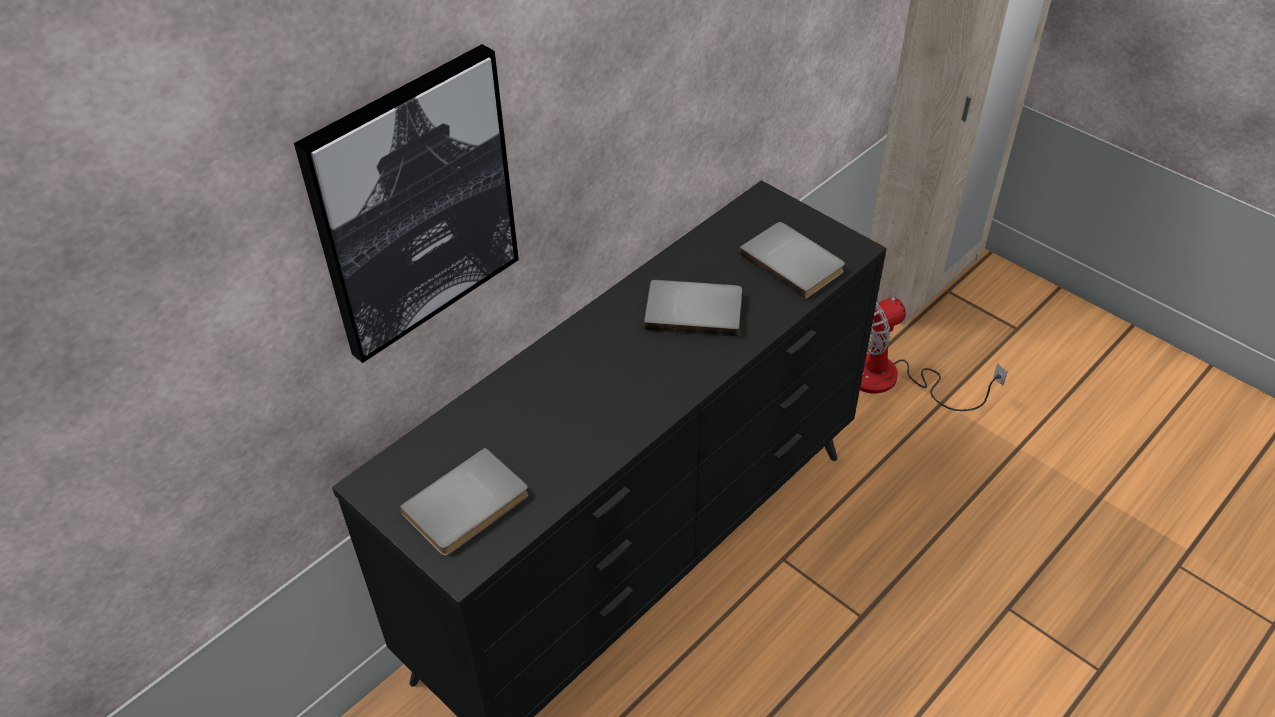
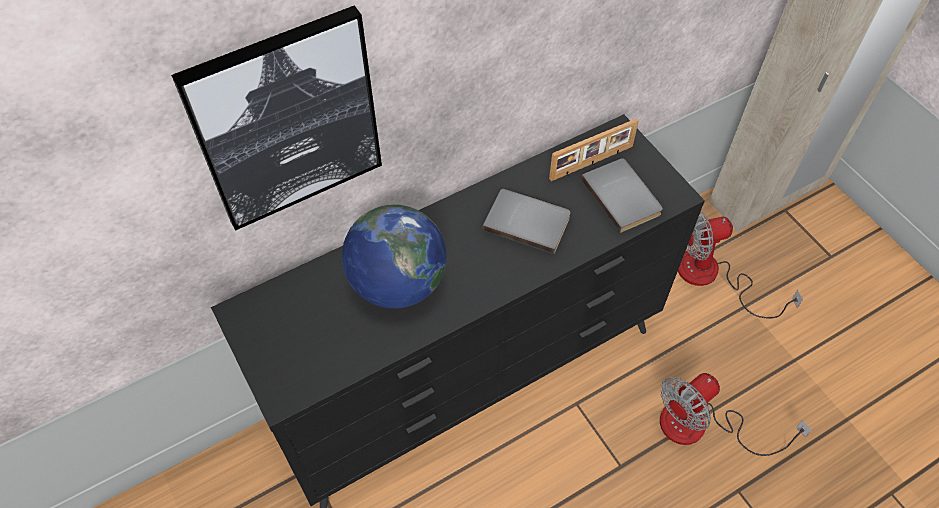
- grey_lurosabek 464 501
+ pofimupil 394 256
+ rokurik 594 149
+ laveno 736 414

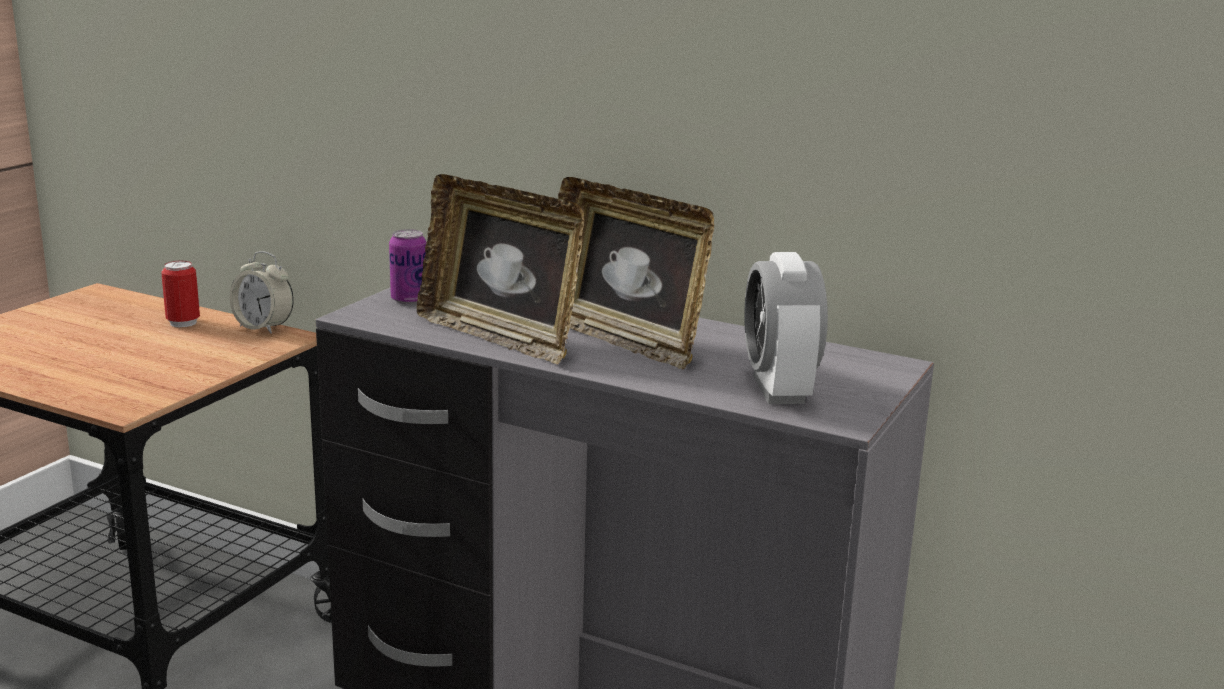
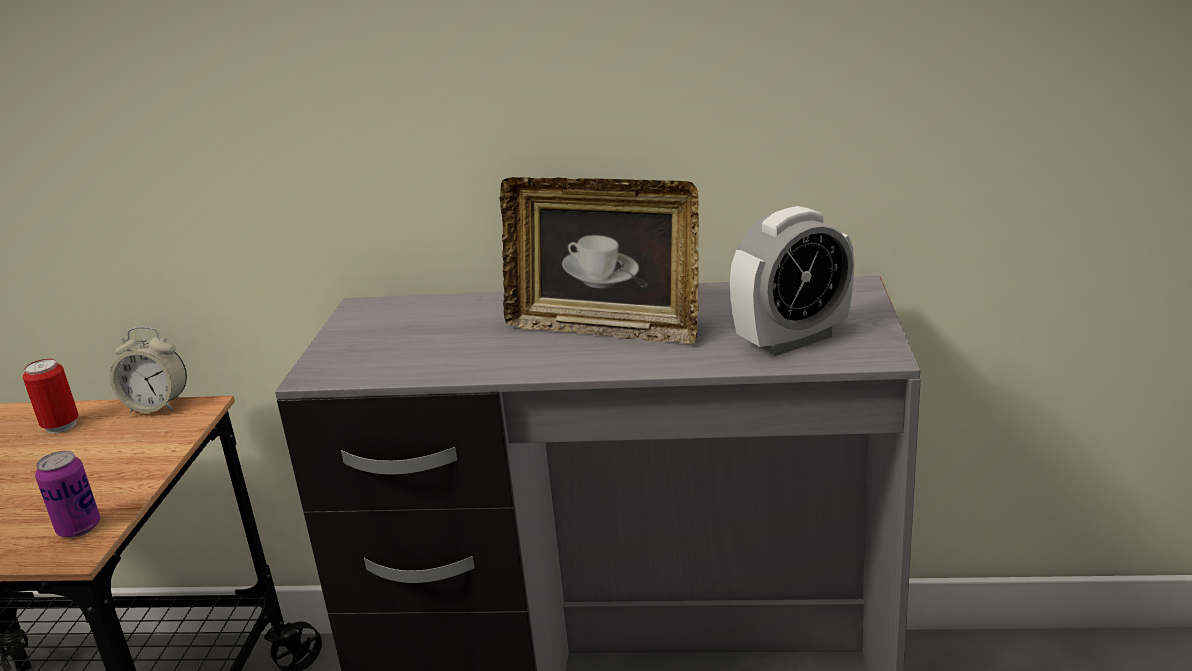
- rokurik 501 269
~ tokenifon 407 266 to 67 494
~ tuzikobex 786 328 = 792 281 90 degrees counterclockwise

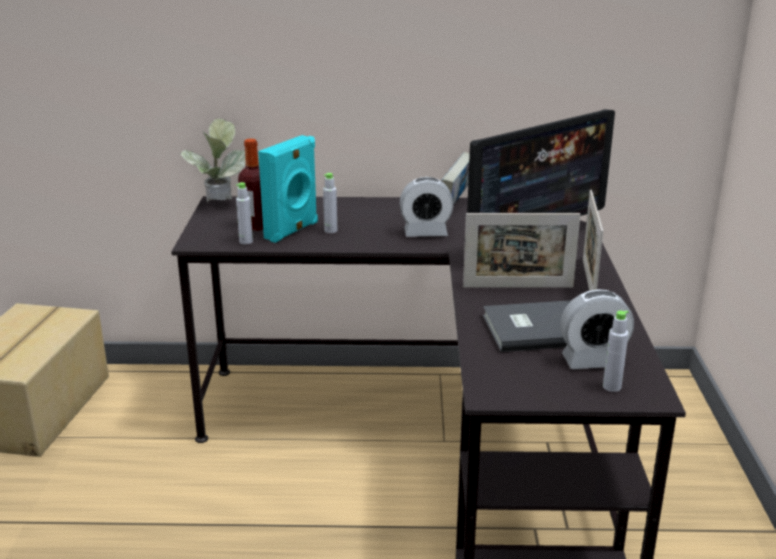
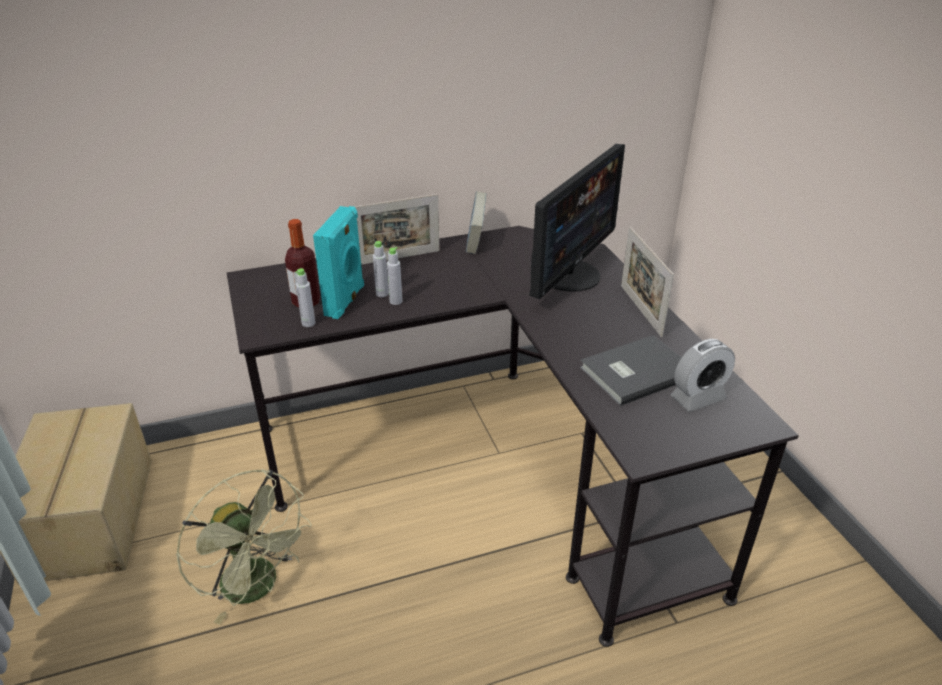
- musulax 212 160
- tuzikobex 426 207
+ green_laveno 244 547
~ rokurik 522 250 to 397 229
~ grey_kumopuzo 616 351 to 394 276

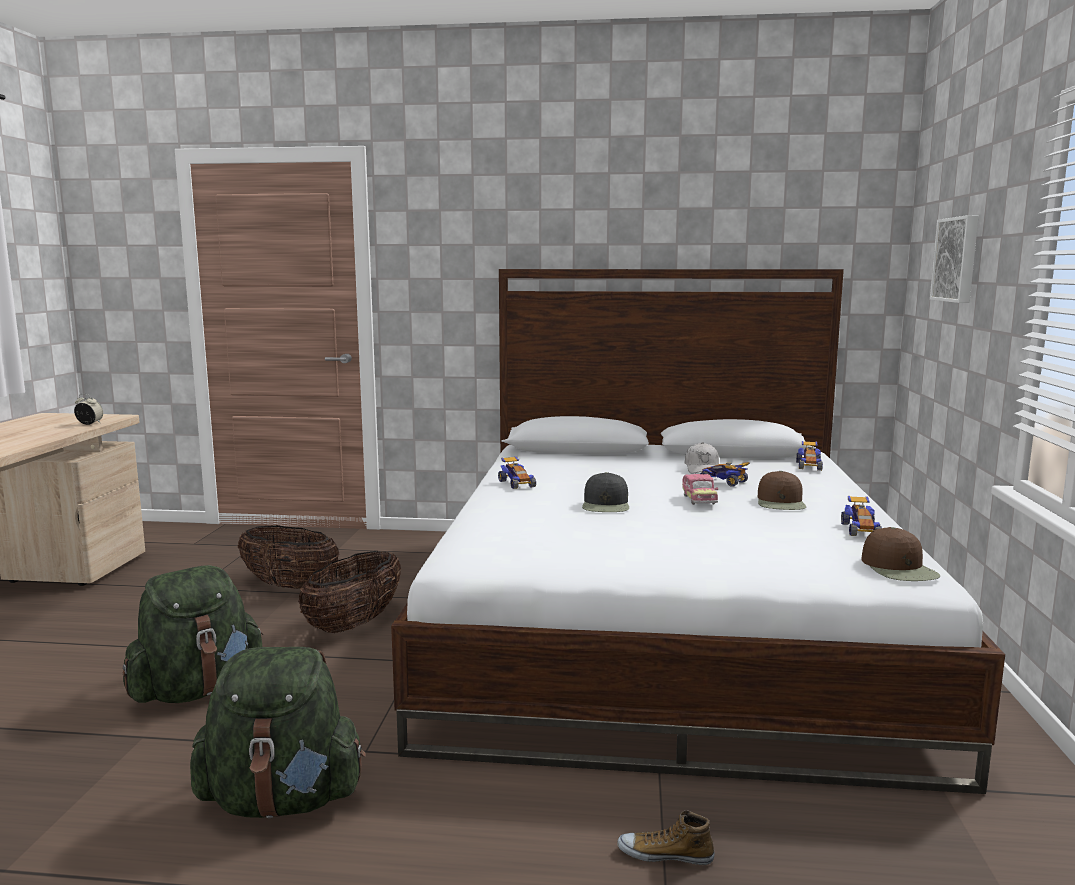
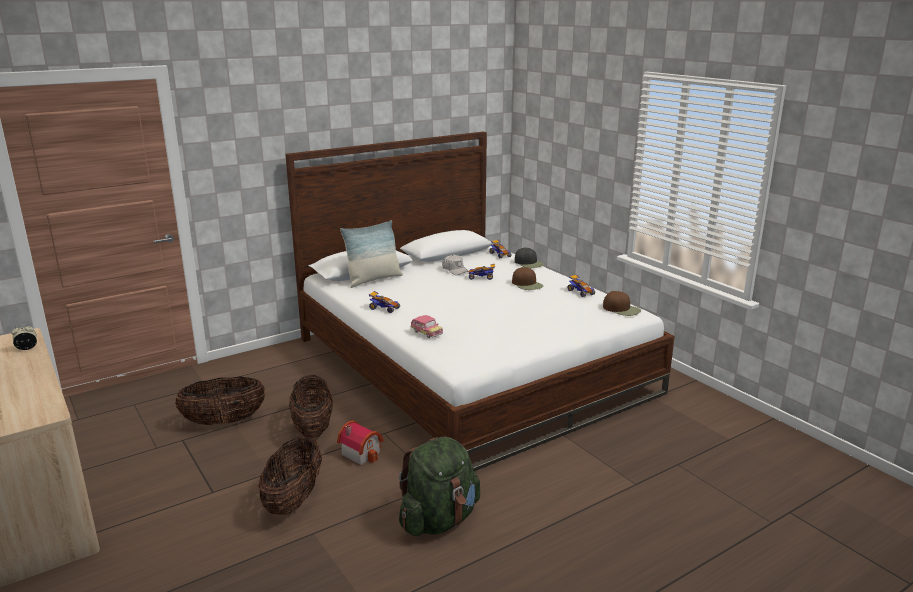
- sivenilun 666 838
- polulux 954 259
+ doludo 360 442
+ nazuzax 371 254
~ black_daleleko 605 492 to 529 258
~ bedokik 700 489 to 426 326
~ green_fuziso 193 634 to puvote 290 475

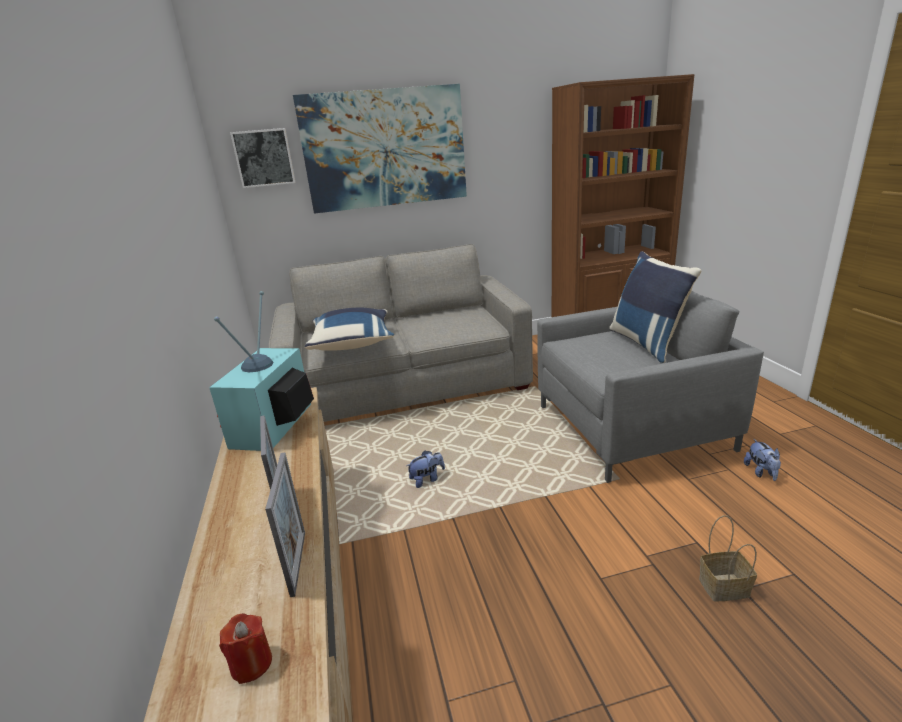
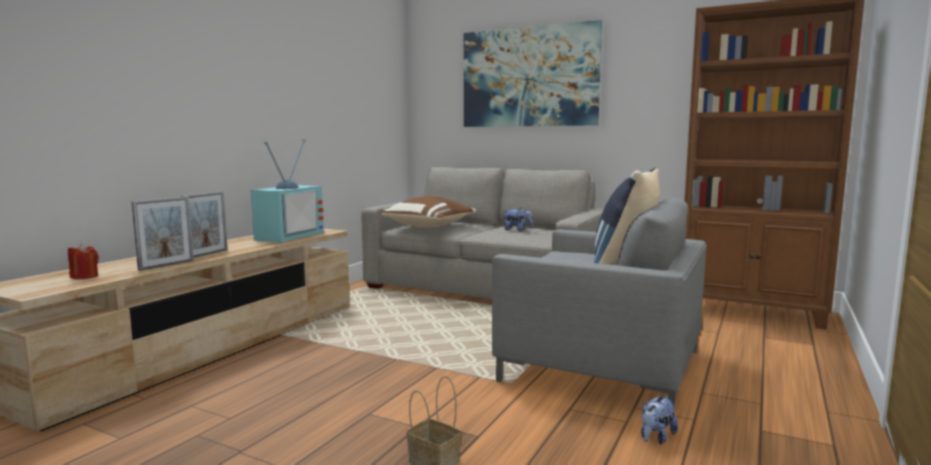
- polulux 263 158
~ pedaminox 426 469 to 518 220
~ blue_nazuzax 349 329 to brown_nazuzax 428 212
~ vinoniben 261 371 = 287 191 150 degrees clockwise

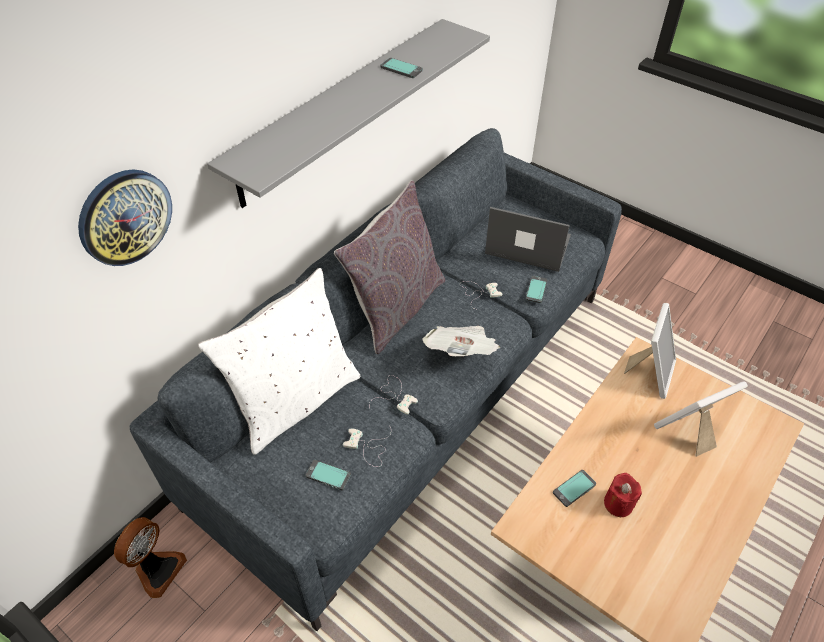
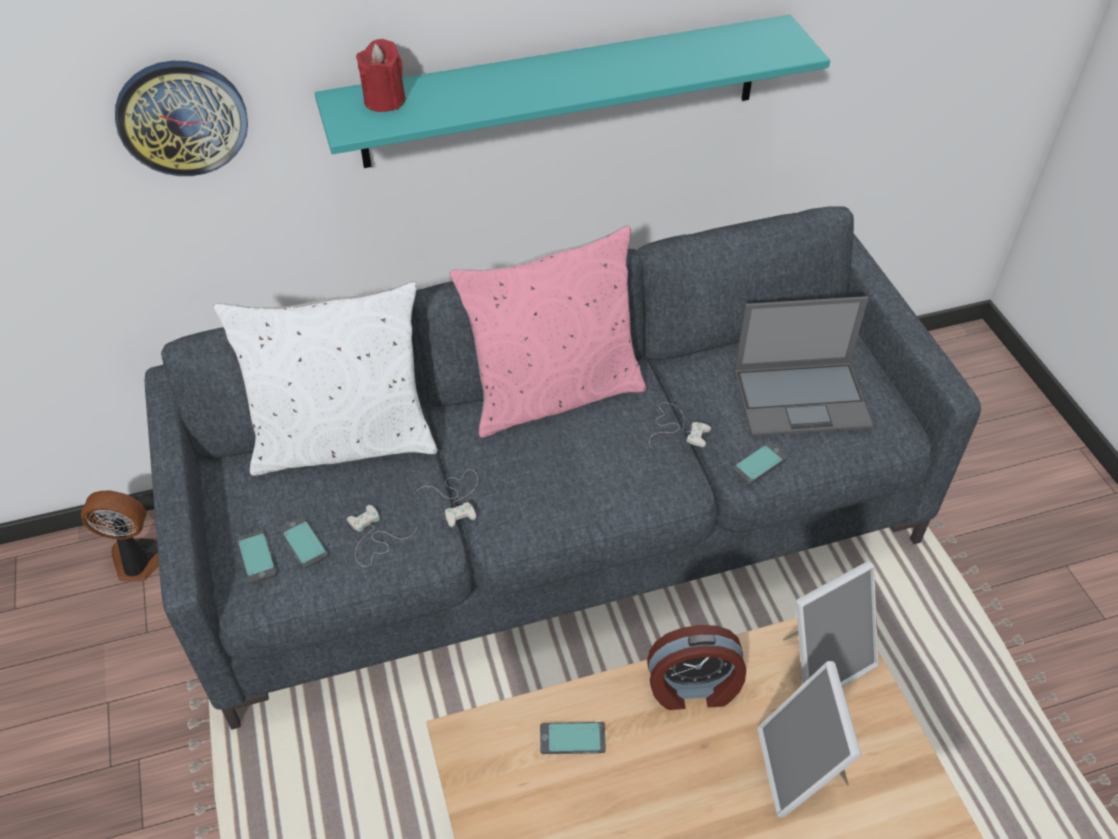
- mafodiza 461 341
+ tuzikobex 696 667
~ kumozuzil 401 68 to 257 557
~ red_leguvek 623 495 to 381 75
~ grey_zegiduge 348 113 to turquoise_zegiduge 572 91
~ grey_nazuzax 389 267 to pink_nazuzax 547 331
~ laveno 150 557 = 120 536 150 degrees counterclockwise
~ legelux 528 239 = 803 366 120 degrees clockwise
~ rokurik 701 419 = 809 739 105 degrees counterclockwise

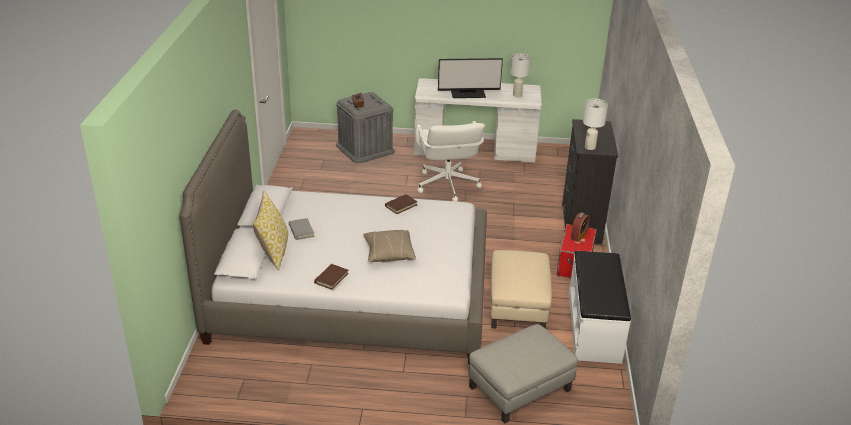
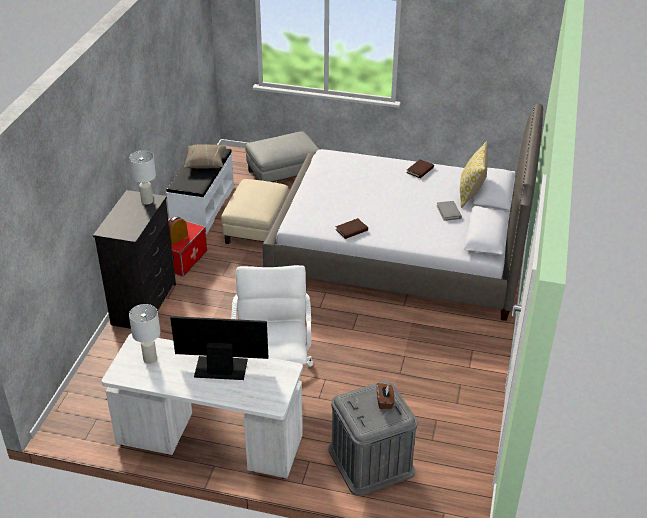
~ beige_nazuzax 389 246 to 205 156

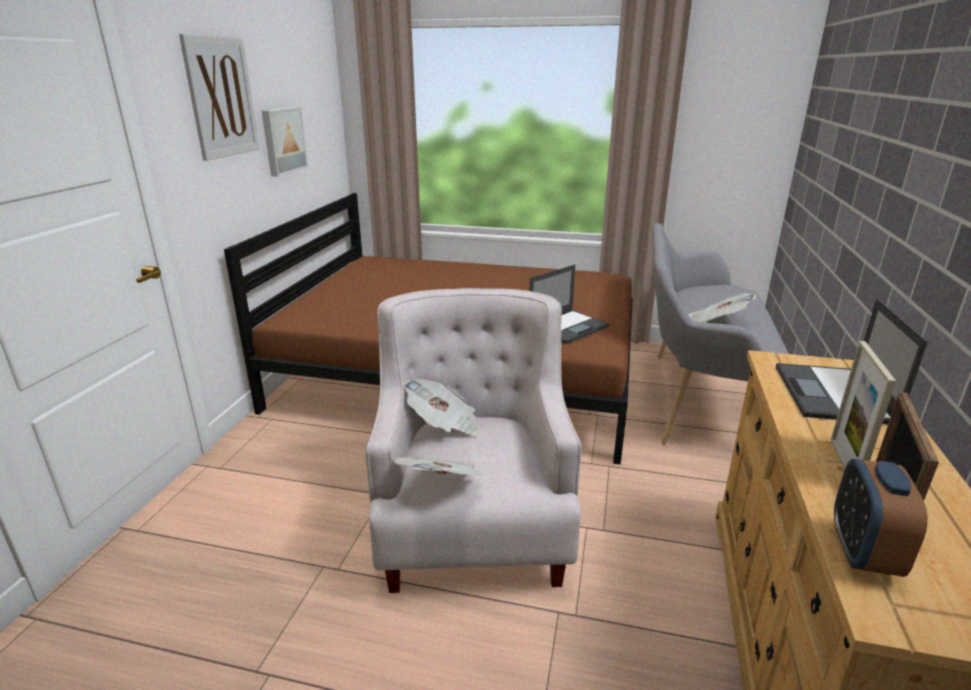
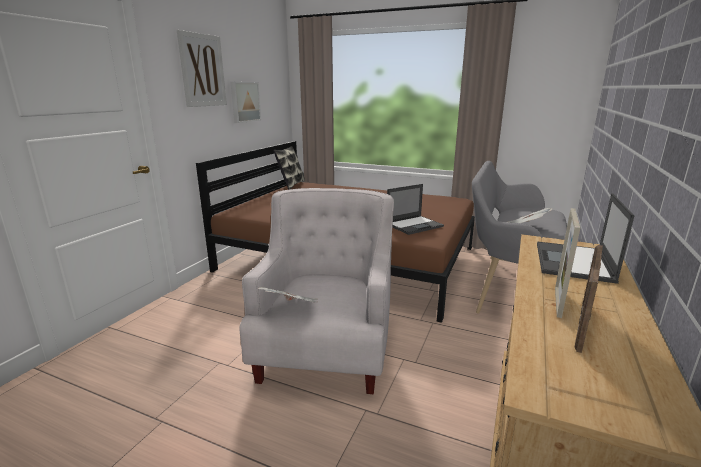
- mafodiza 440 407
- tuzikobex 881 518
+ nazuzax 289 167

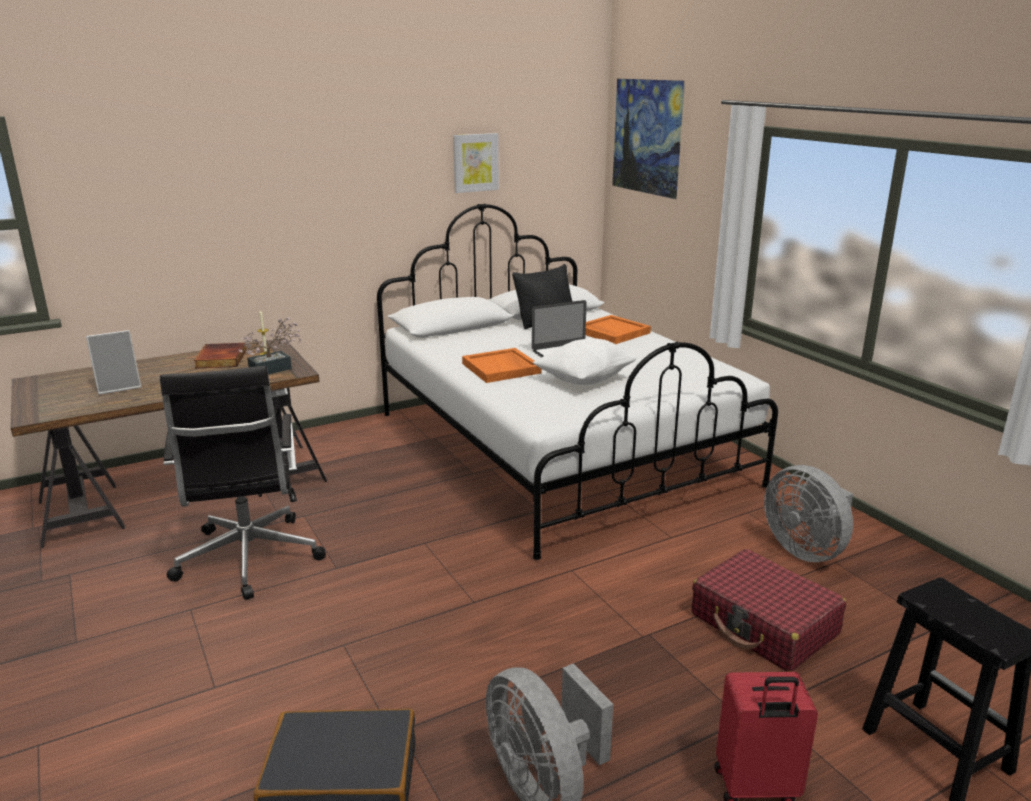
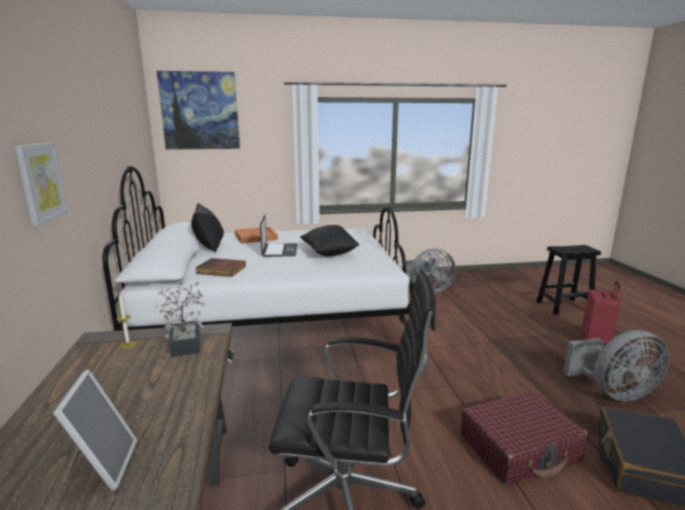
- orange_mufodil 502 365
~ lurosabek 220 356 to 220 267
~ polulux 476 163 to 41 184
~ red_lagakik 768 610 to 524 438
~ white_nazuzax 585 361 to black_nazuzax 330 240

